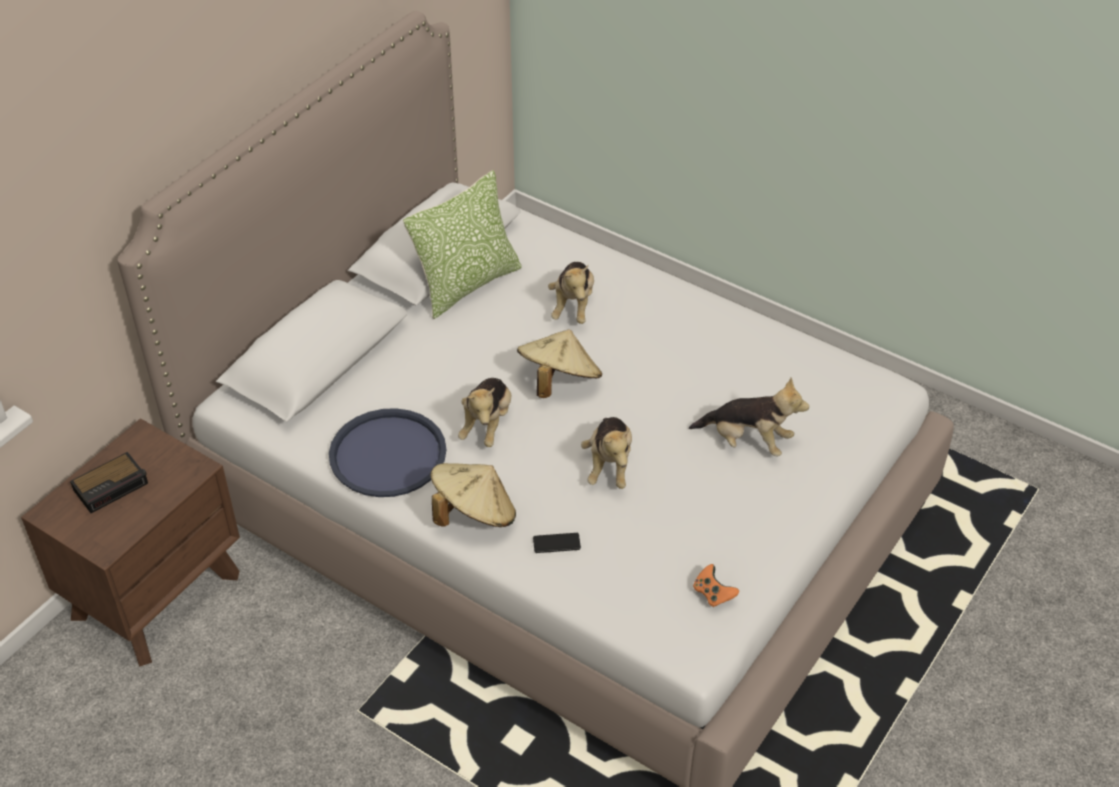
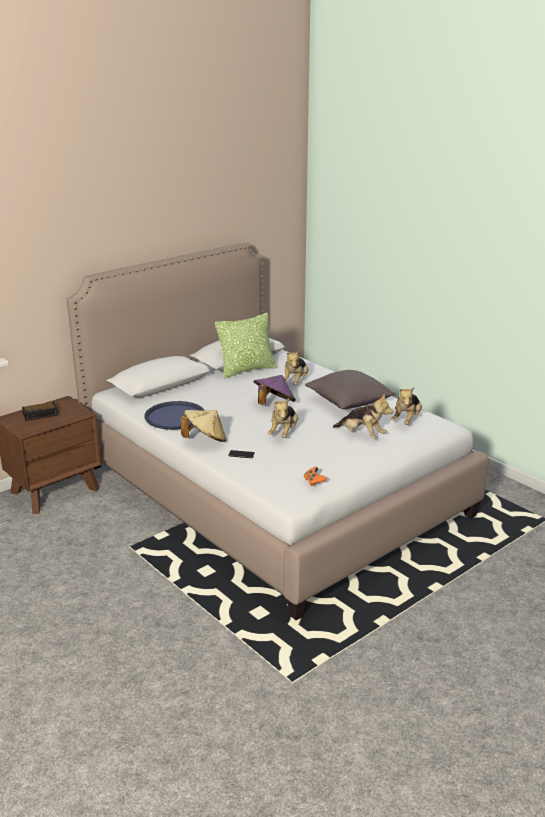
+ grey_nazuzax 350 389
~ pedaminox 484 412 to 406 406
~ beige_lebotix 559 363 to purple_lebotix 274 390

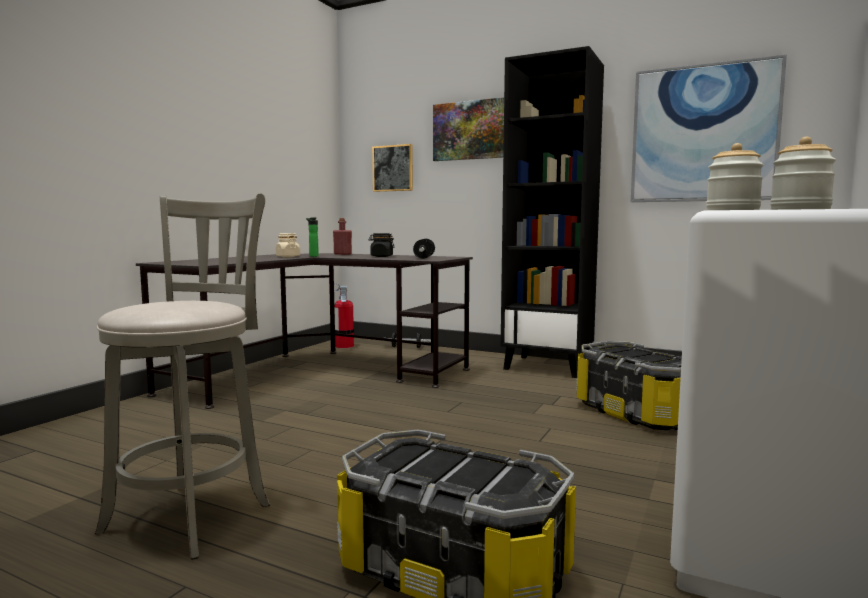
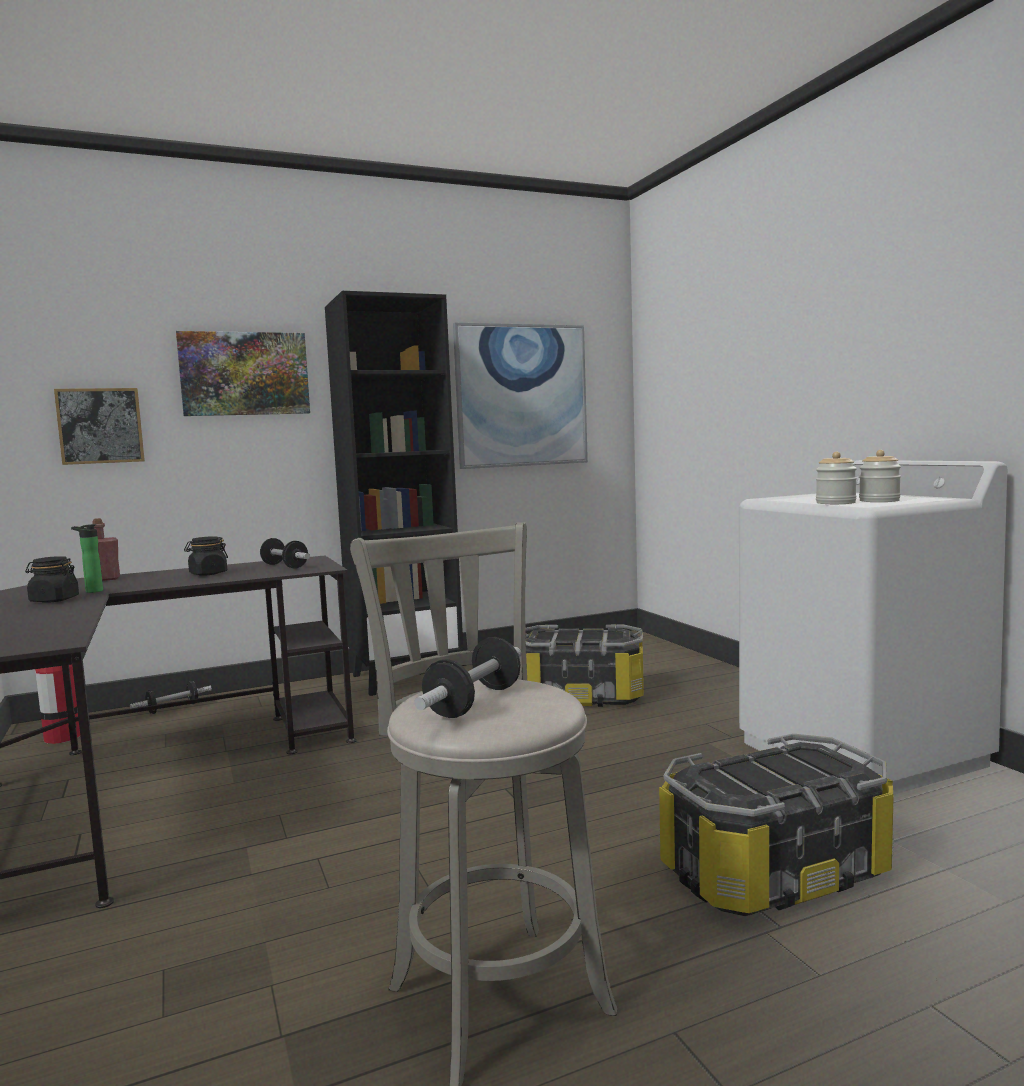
+ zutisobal 468 677
~ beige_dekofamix 288 245 to black_dekofamix 52 579

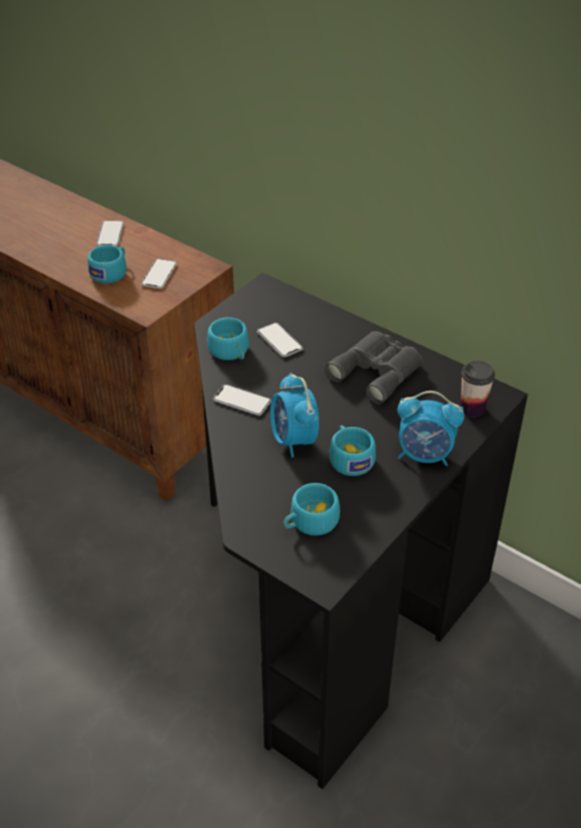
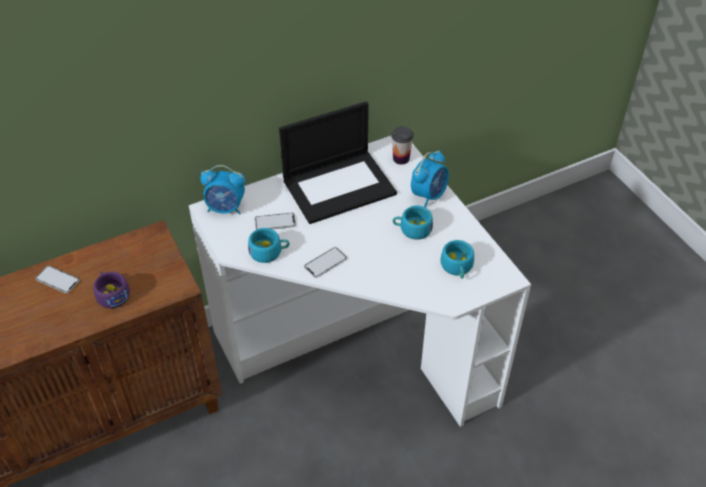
- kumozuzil 159 274
~ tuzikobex 294 415 to 222 189
~ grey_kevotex 374 367 to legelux 338 162
~ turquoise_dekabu 107 264 to purple_dekabu 111 290
~ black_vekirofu 361 530 to white_vekirofu 360 281

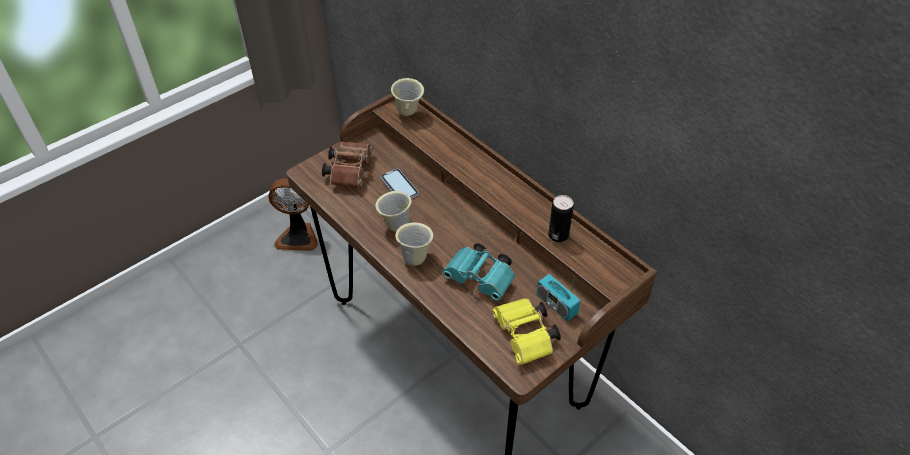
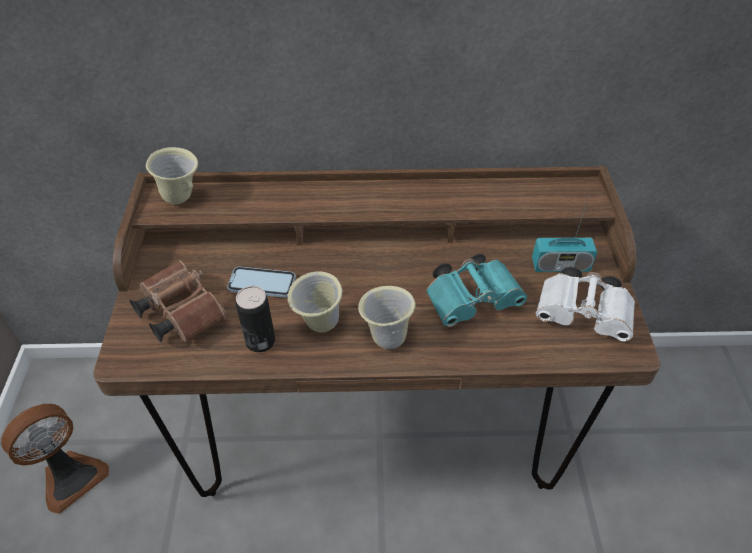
~ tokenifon 561 218 to 255 319
~ yellow_kevotex 526 331 to white_kevotex 585 304

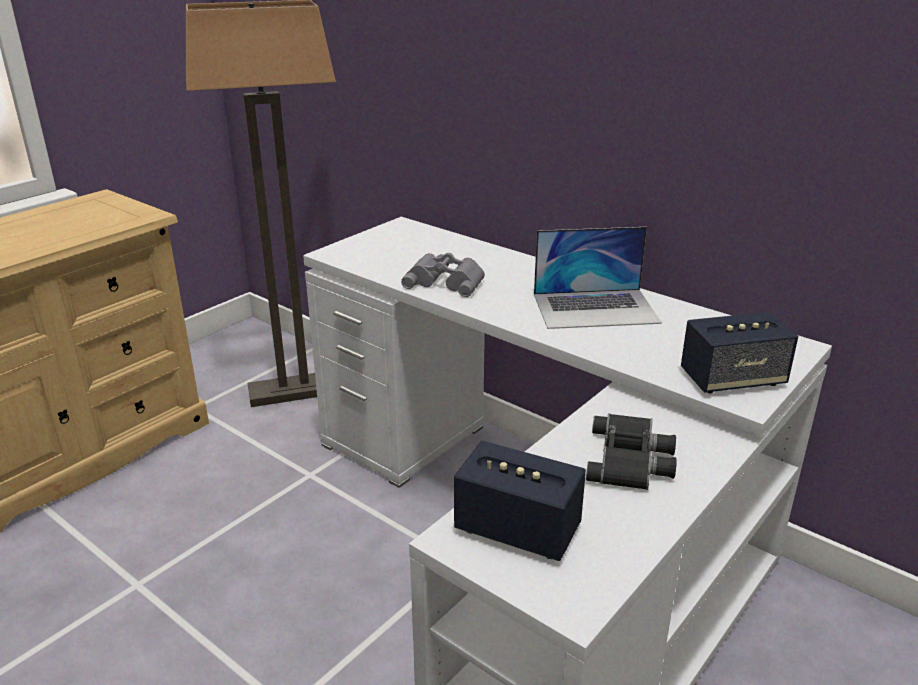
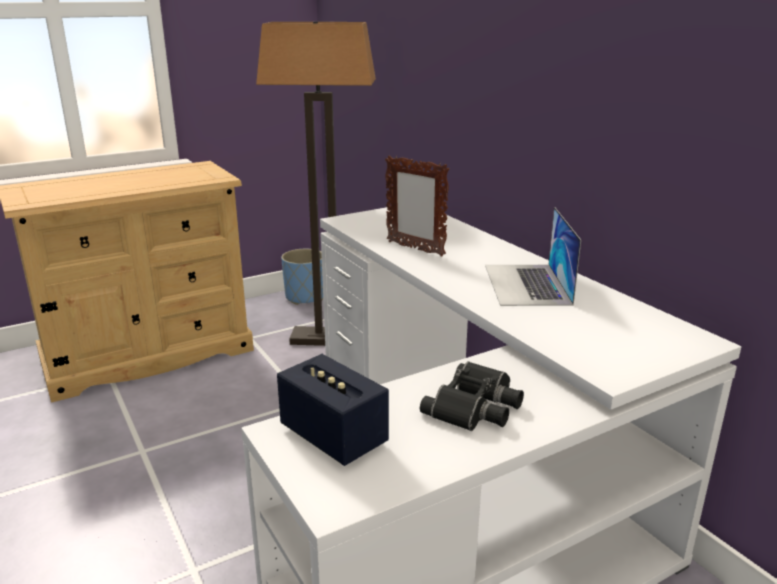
- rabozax 739 352
+ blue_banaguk 302 277
~ grey_kevotex 443 275 to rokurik 417 206
~ legelux 598 278 = 533 256 75 degrees clockwise

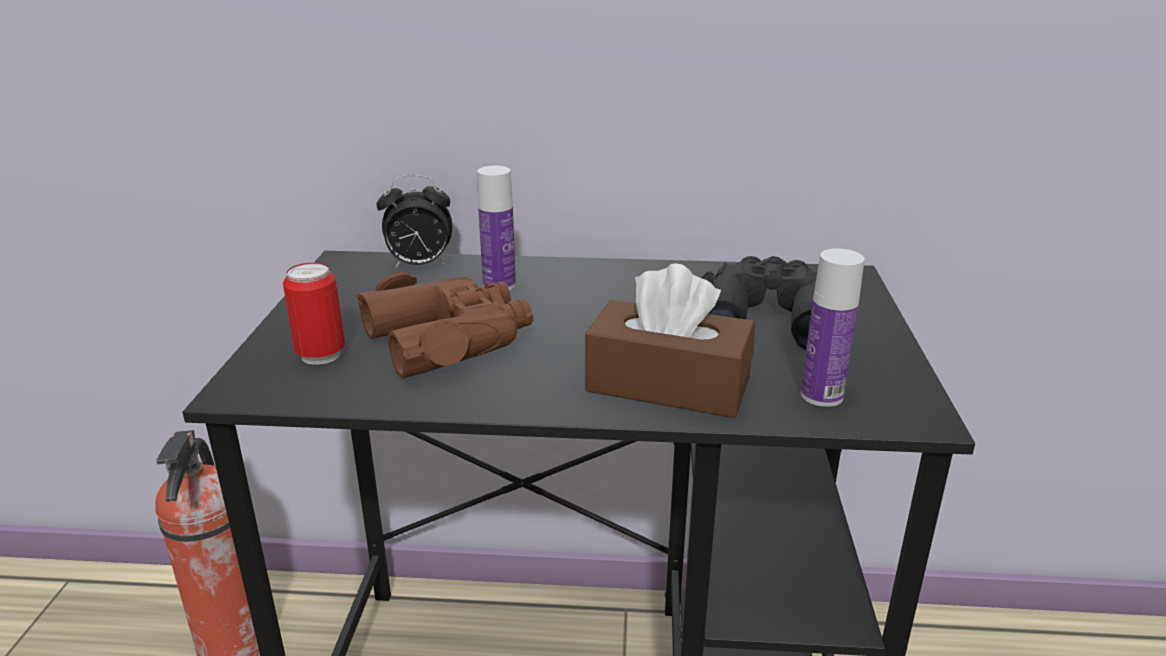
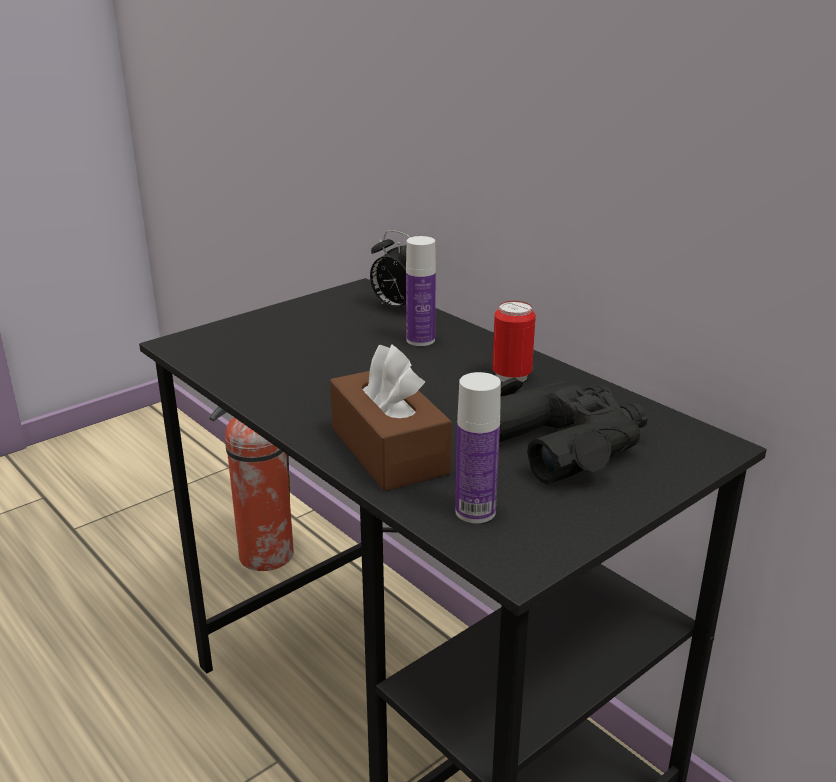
- brown_kevotex 444 325
~ tokenifon 314 314 to 514 341

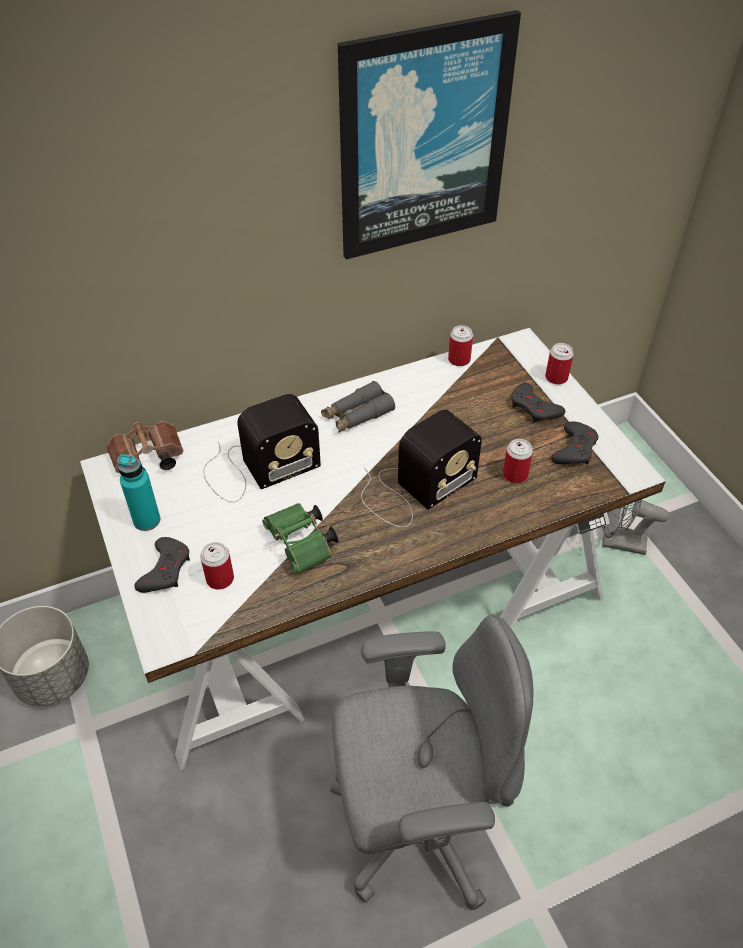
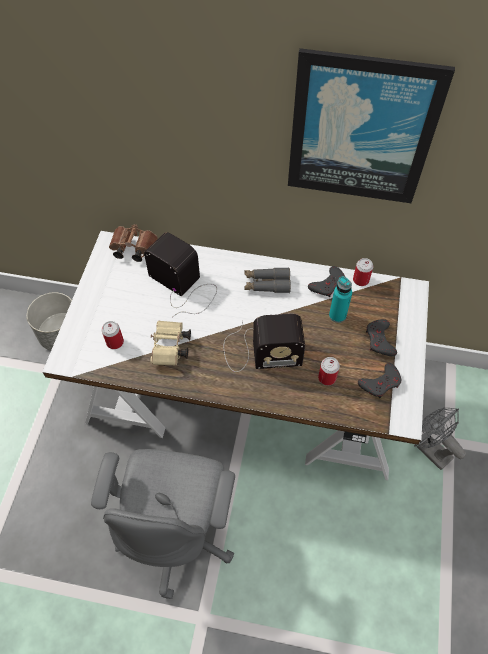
- tokenifon 559 364
~ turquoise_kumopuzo 138 492 to 340 299
~ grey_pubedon 162 565 to 326 281
~ green_kevotex 300 538 to beige_kevotex 170 343
~ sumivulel 262 448 = 180 274 150 degrees counterclockwise
~ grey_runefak 431 762 = 163 524 75 degrees clockwise

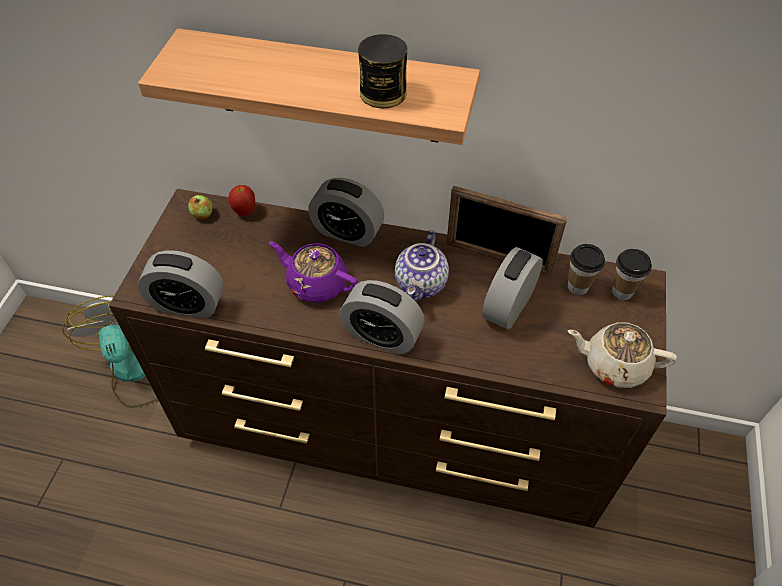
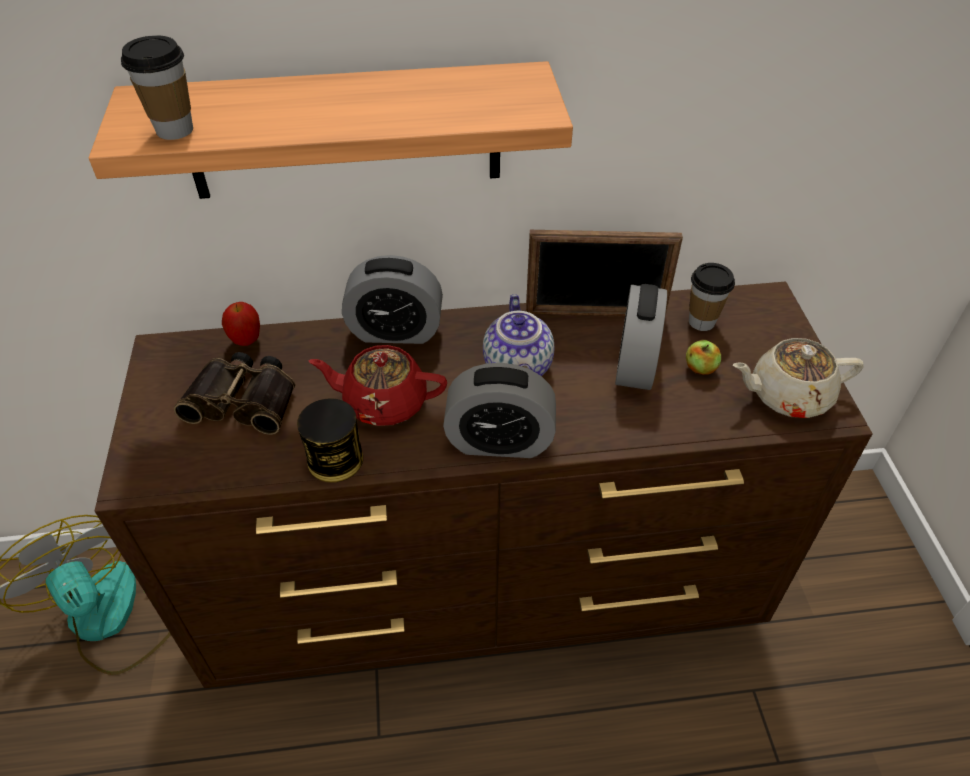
- tuzikobex 181 284
+ kevotex 234 393
~ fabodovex 200 207 to 703 357
~ tokenifon 382 71 to 330 440
~ dekabu 632 274 to 157 87
~ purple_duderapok 313 272 to red_duderapok 378 385

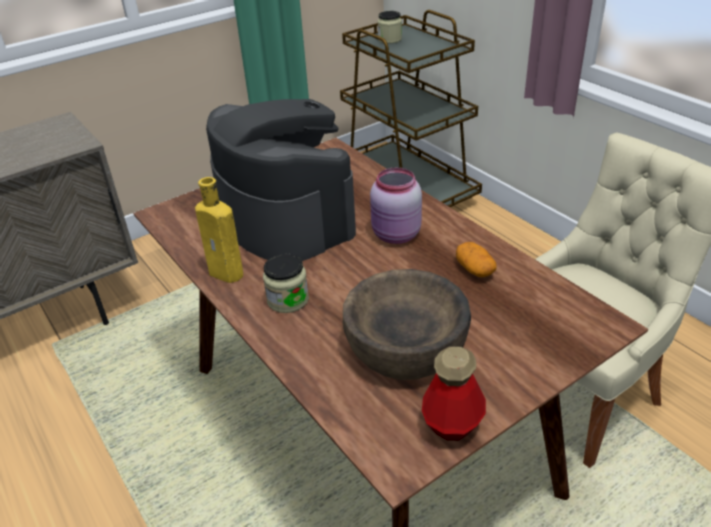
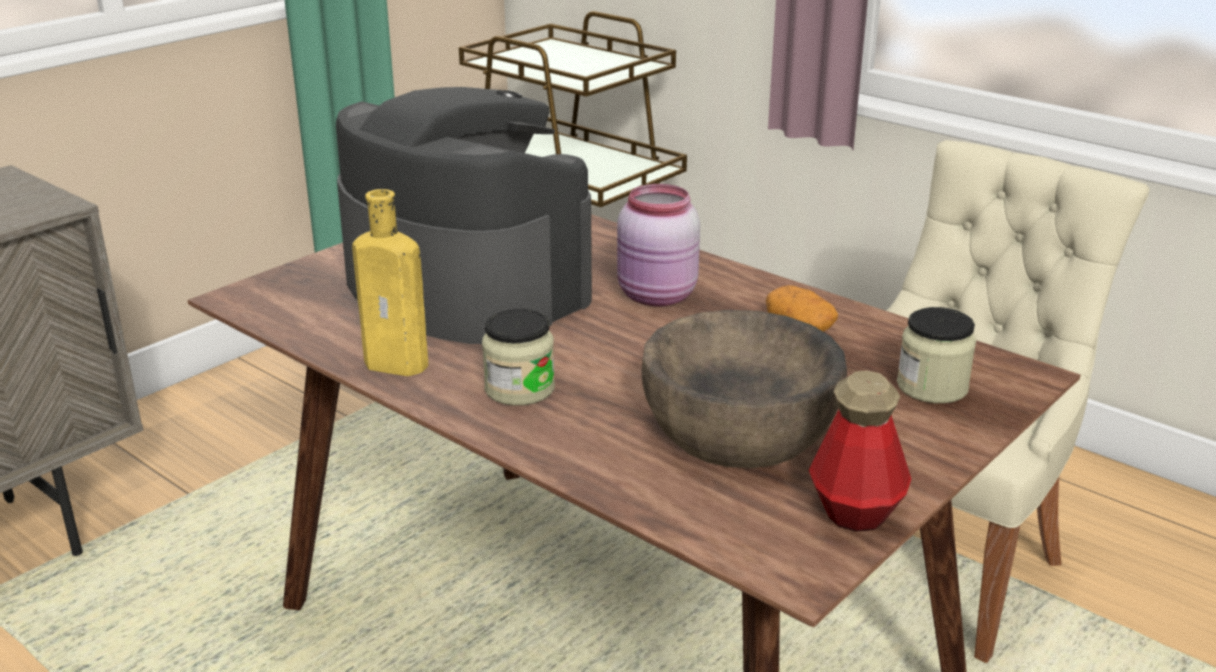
~ dekofamix 390 27 to 936 355

